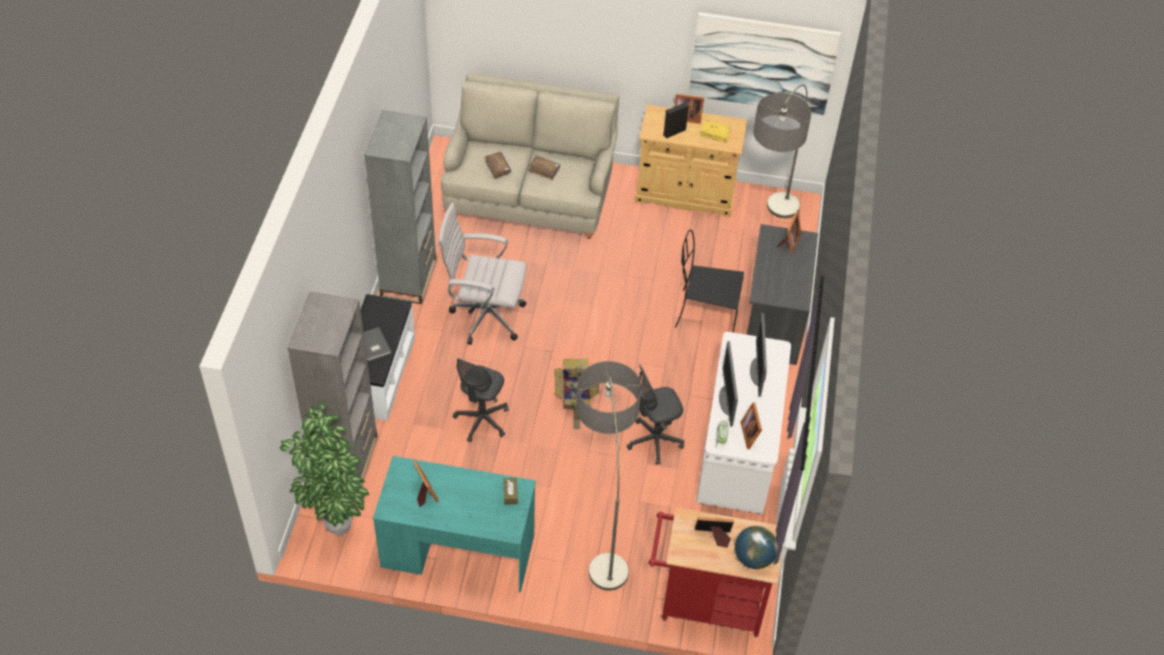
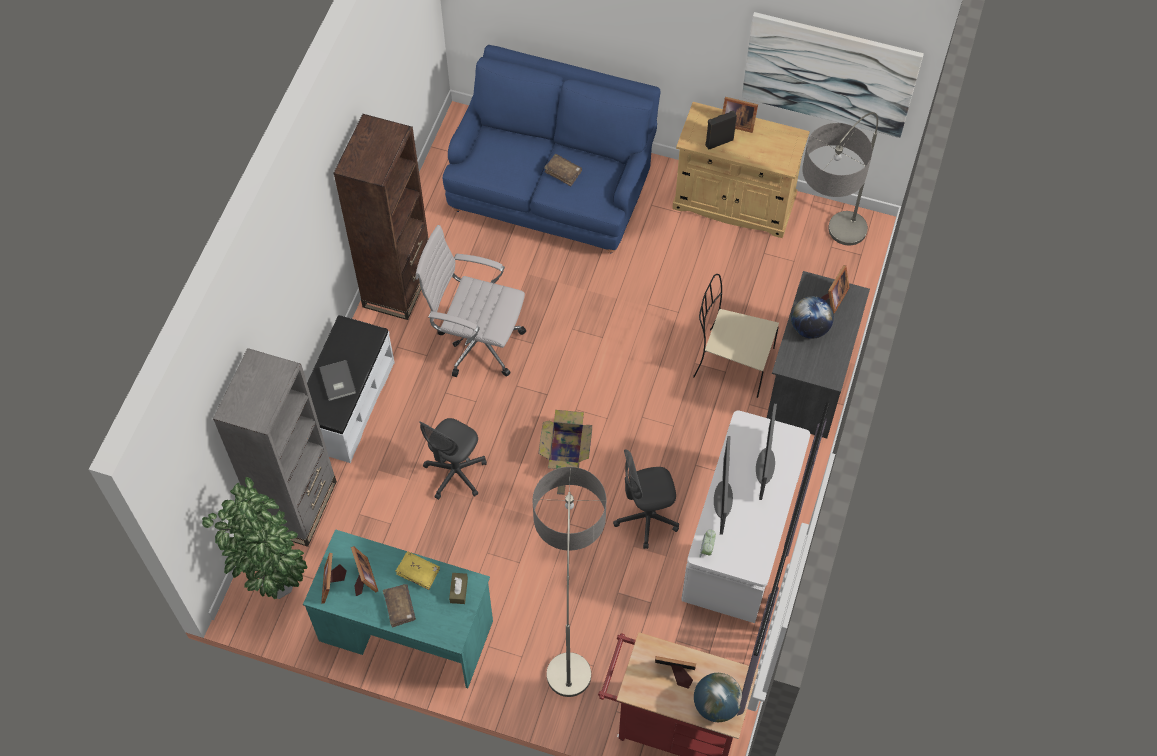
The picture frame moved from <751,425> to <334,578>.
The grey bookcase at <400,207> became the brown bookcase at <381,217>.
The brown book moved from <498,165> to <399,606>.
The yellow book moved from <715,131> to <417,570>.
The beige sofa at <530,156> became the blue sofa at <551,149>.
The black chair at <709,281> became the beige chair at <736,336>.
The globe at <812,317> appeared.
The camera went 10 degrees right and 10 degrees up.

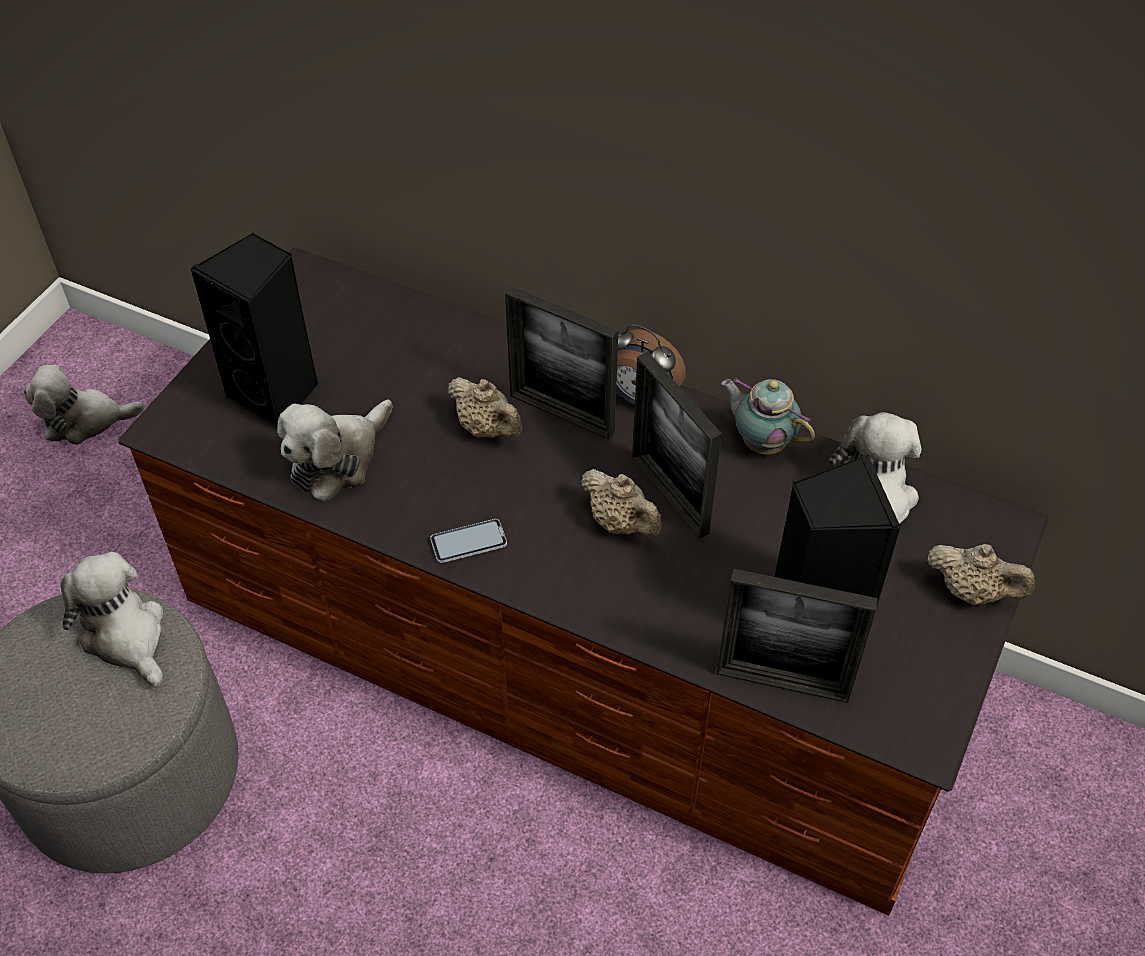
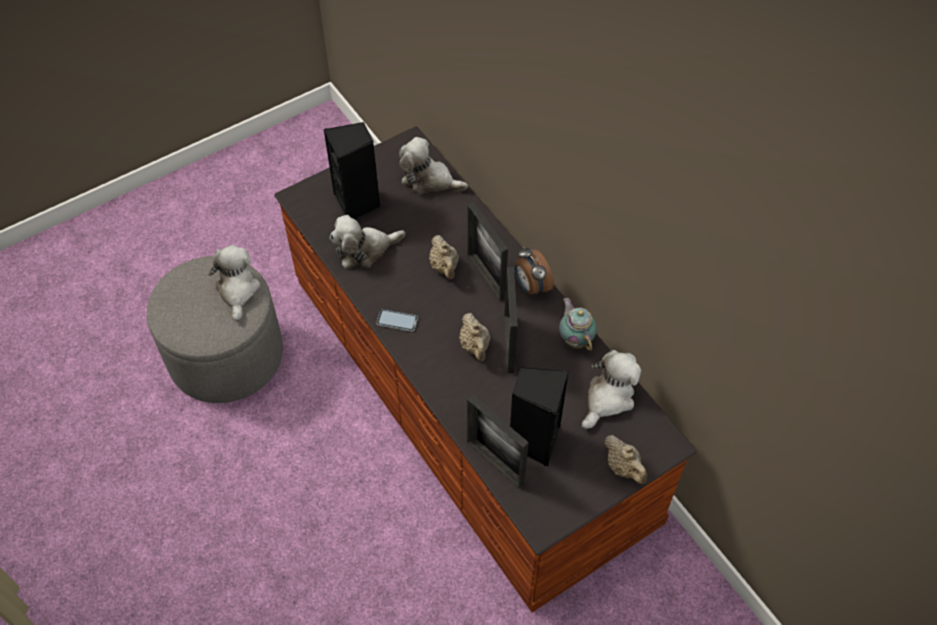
The plush toy moved from <84,405> to <433,165>.
The camera went 30 degrees right and 5 degrees up.

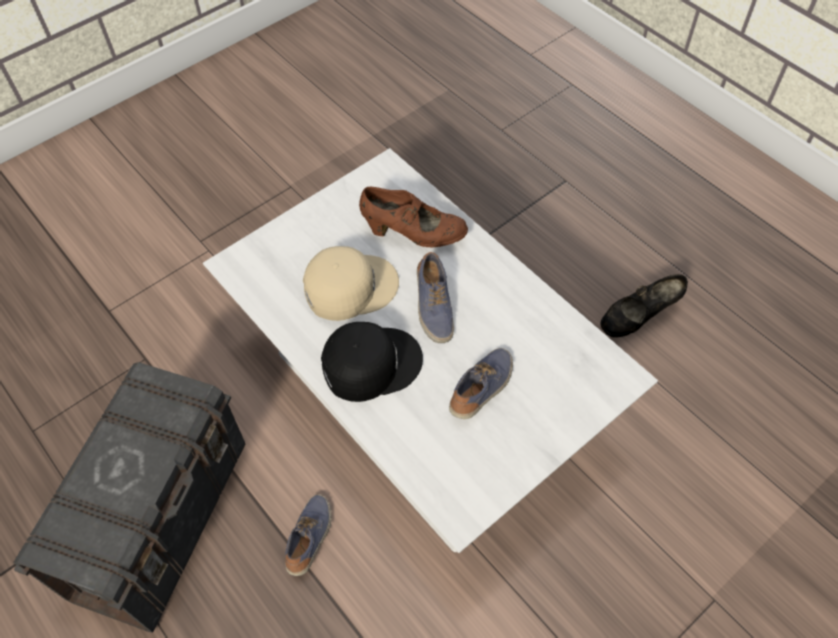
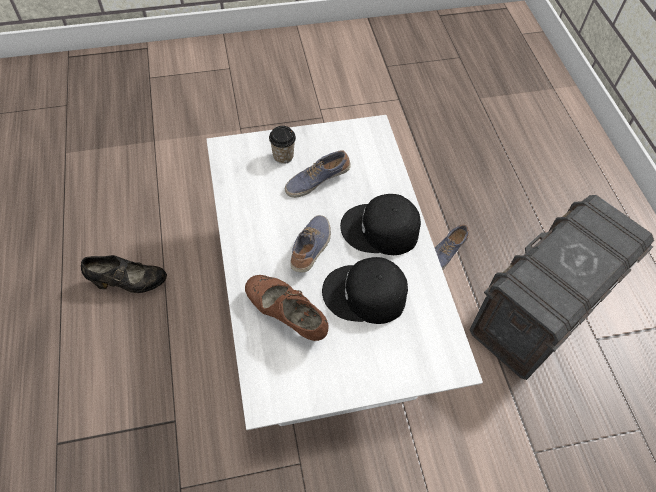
The cup at <282,145> appeared.
The beige cap at <351,283> became the black cap at <365,290>.
The camera went 155 degrees left and 0 degrees up.

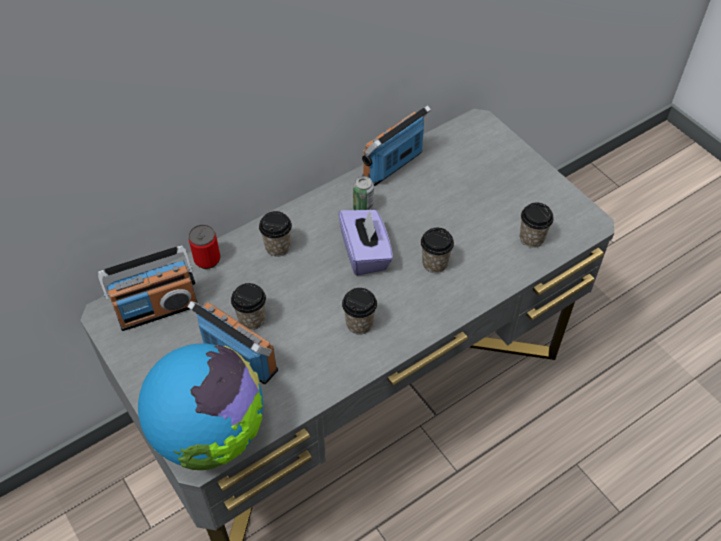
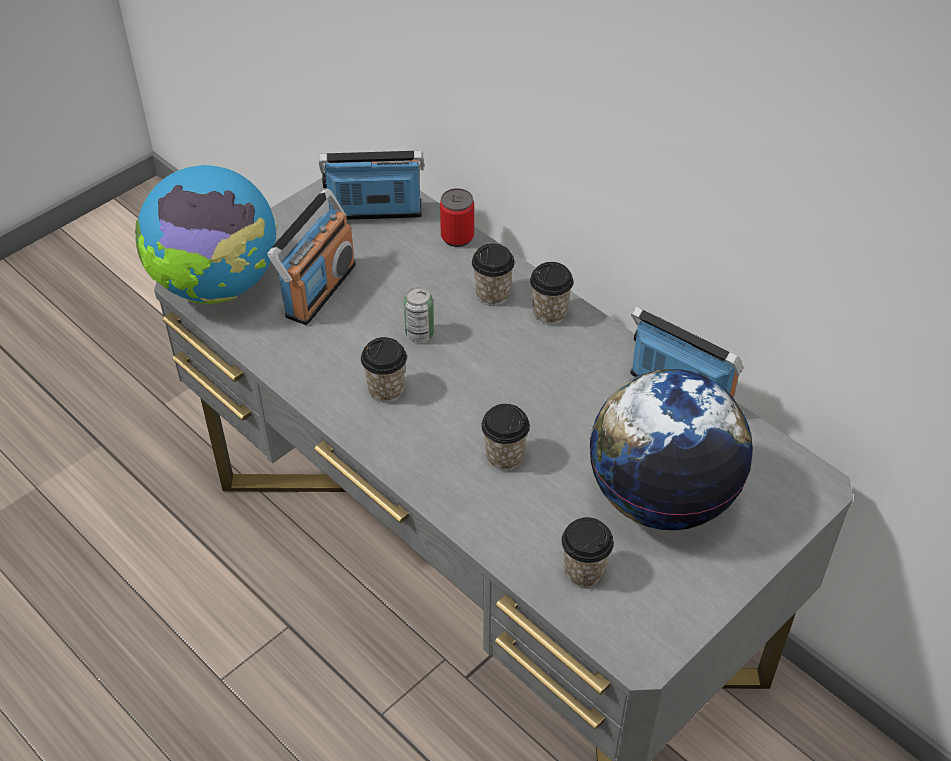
The radio at <148,288> turned 120 degrees clockwise.
The can moved from <363,193> to <419,314>.
The cup moved from <248,306> to <552,293>.
The globe at <671,449> appeared.
The purple tissue box at <365,243> disappeared.
The camera went 80 degrees right and 5 degrees down.

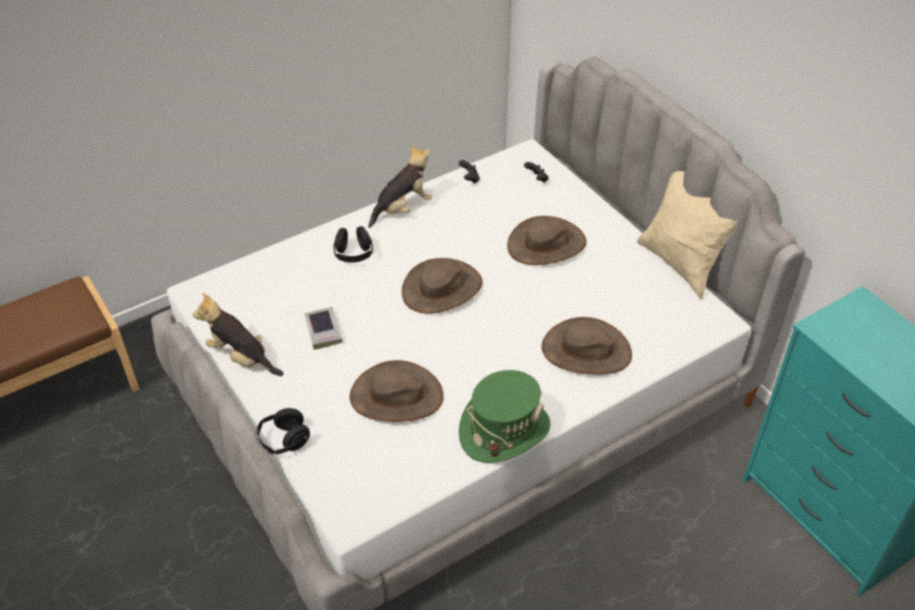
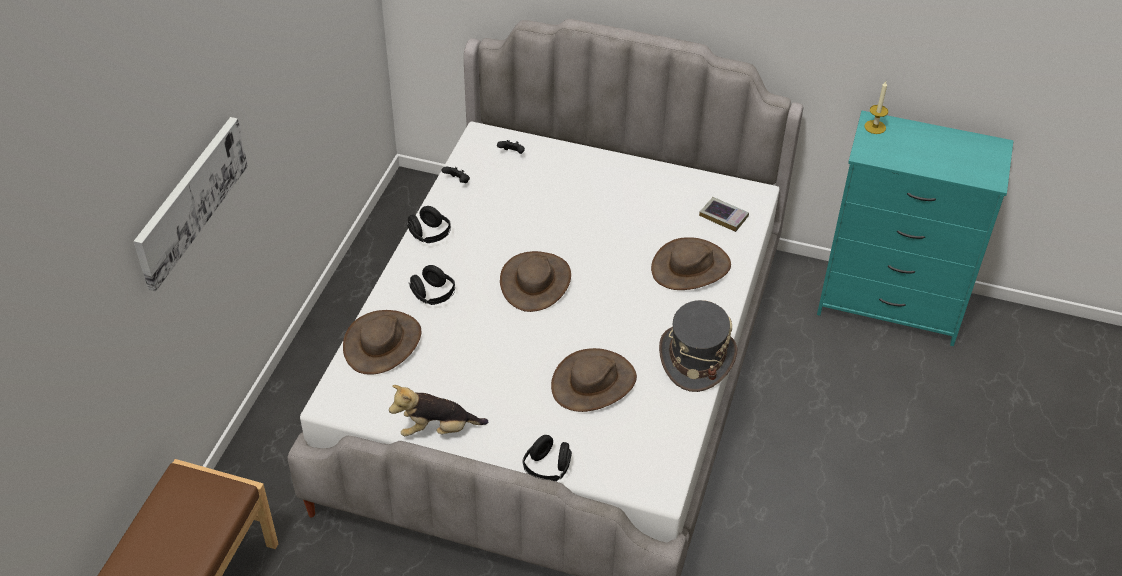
The picture at <191,204> appeared.
The brown hat moved from <547,240> to <382,342>.
The plush toy at <400,186> was replaced by the black headphones at <428,224>.
The green hat at <504,416> became the grey hat at <698,346>.
The book moved from <323,328> to <724,214>.
The candle at <876,107> appeared.
The beige pillow at <688,235> disappeared.
The camera went 40 degrees left and 0 degrees up.

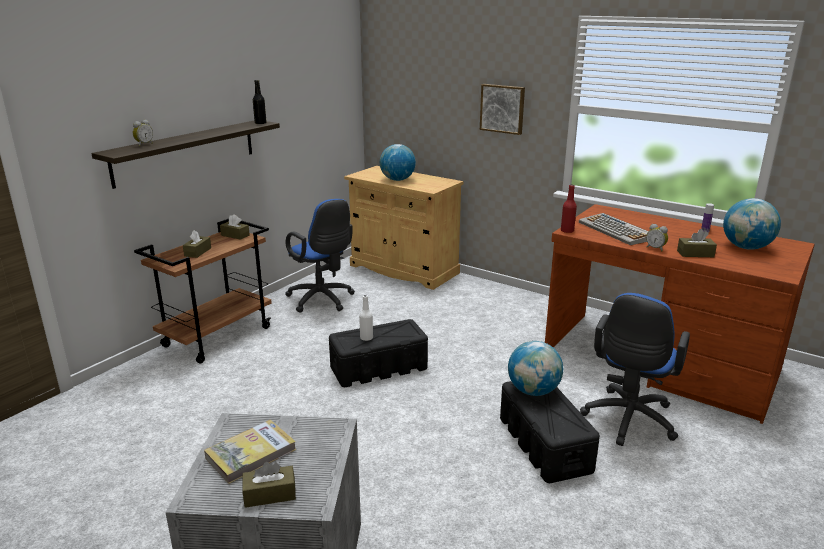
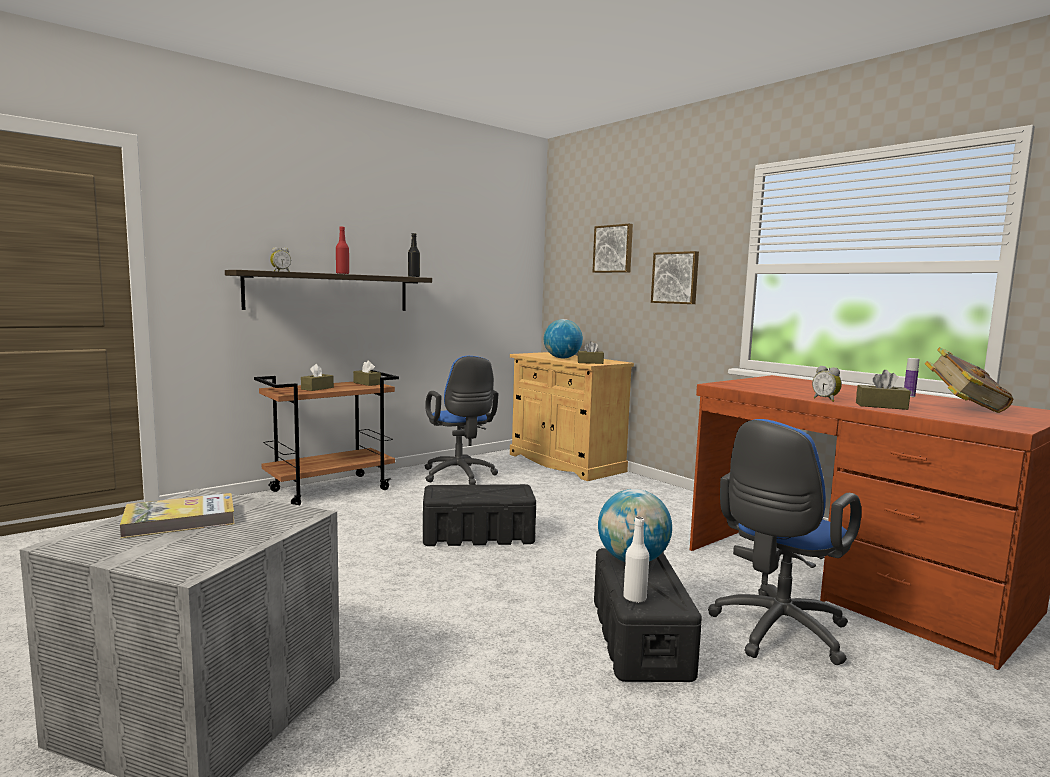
The red bottle moved from <569,209> to <342,250>.
The brown tissue box moved from <269,485> to <591,352>.
The picture at <613,248> appeared.
The white bottle moved from <366,318> to <636,560>.
The globe at <752,224> was replaced by the book at <969,380>.
The keyboard at <614,229> disappeared.
The camera went 15 degrees right and 15 degrees down.

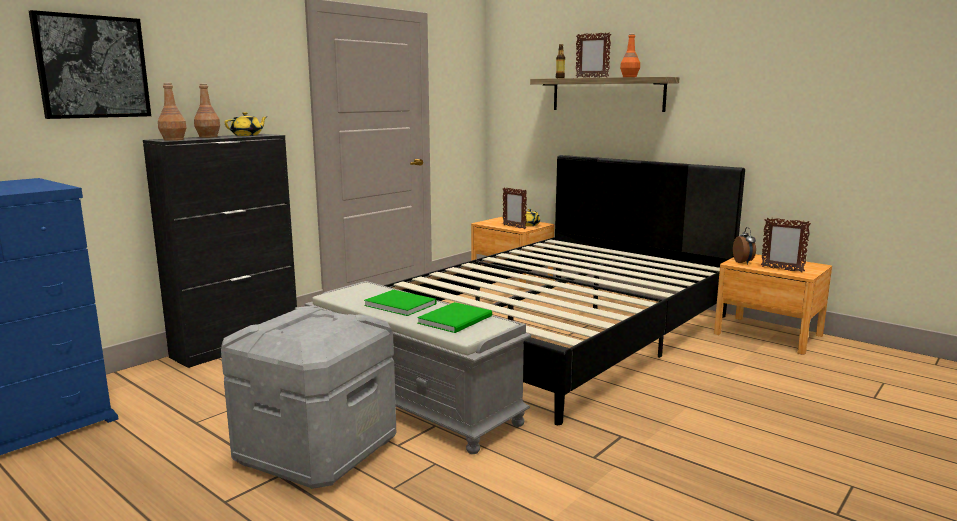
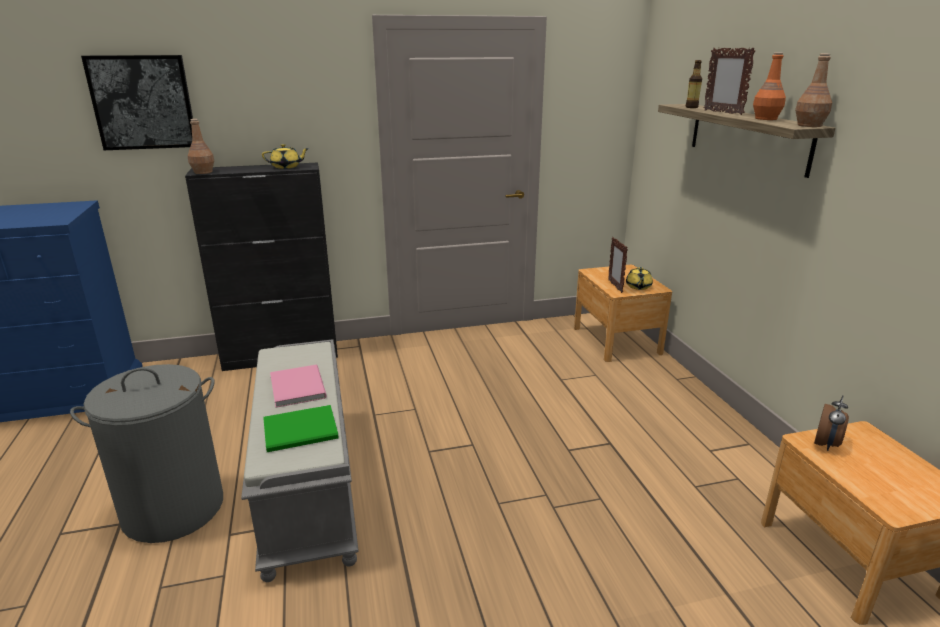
The grey storage box at <308,397> was replaced by the grey laundry basket at <146,453>.
The green book at <400,303> became the pink book at <298,386>.
The brown bottle moved from <207,110> to <813,90>.
The black bed at <564,290> disappeared.
The picture frame at <786,245> disappeared.
The camera went 35 degrees right and 10 degrees up.

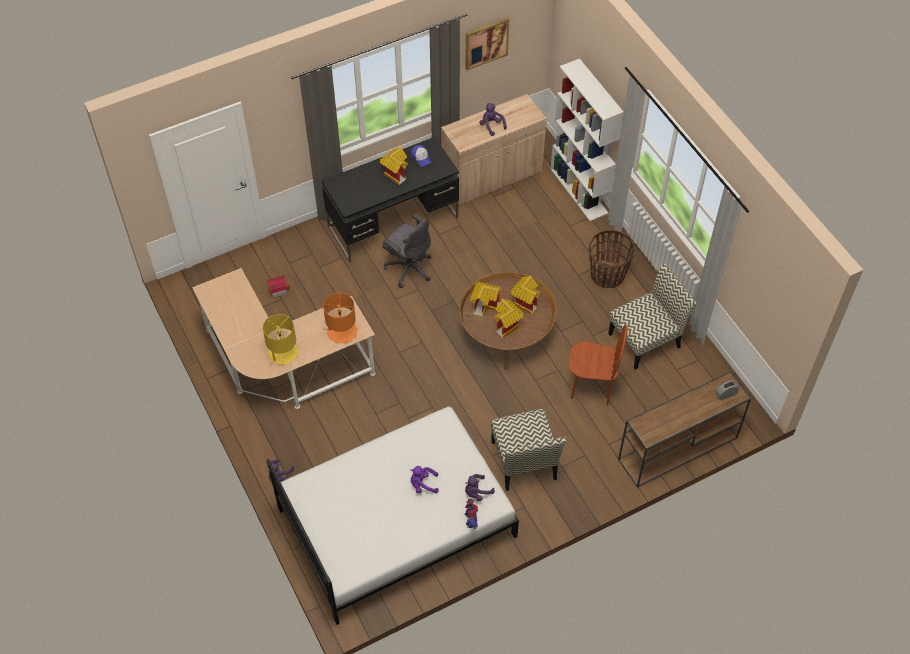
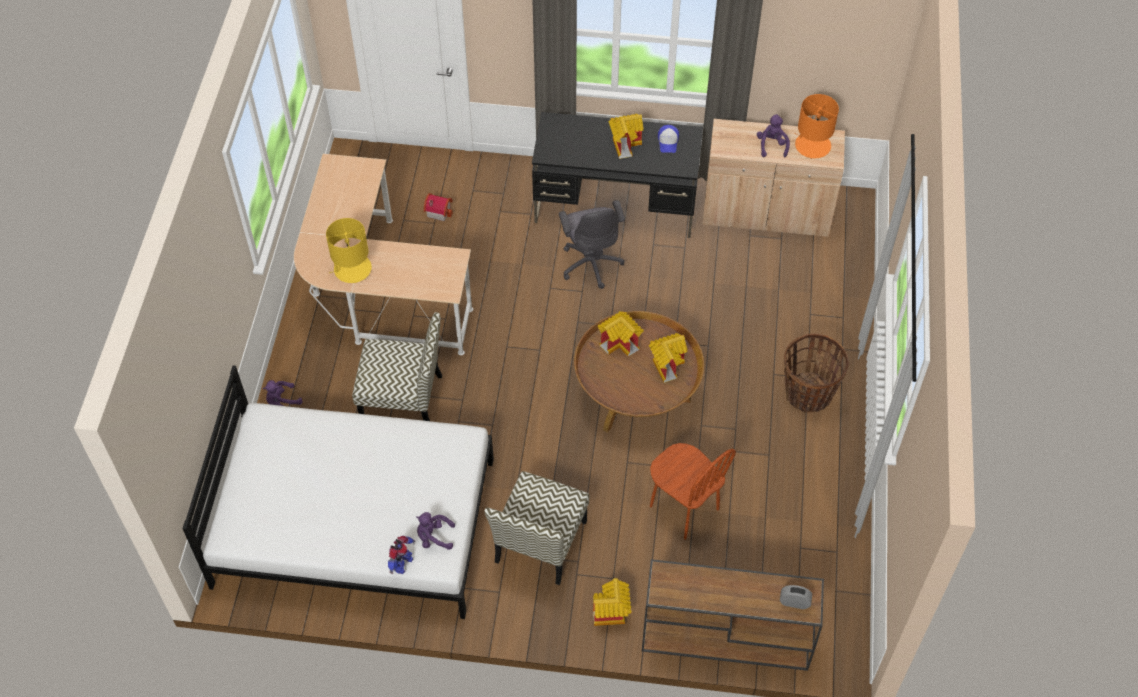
The chair moved from <652,316> to <397,366>.
The toy house moved from <509,318> to <612,602>.
The orange table lamp moved from <340,318> to <816,126>.
The purple plush toy at <424,479> disappeared.
The picture at <487,44> disappeared.
The white bookcase at <587,140> disappeared.
The camera went 35 degrees right and 0 degrees up.

